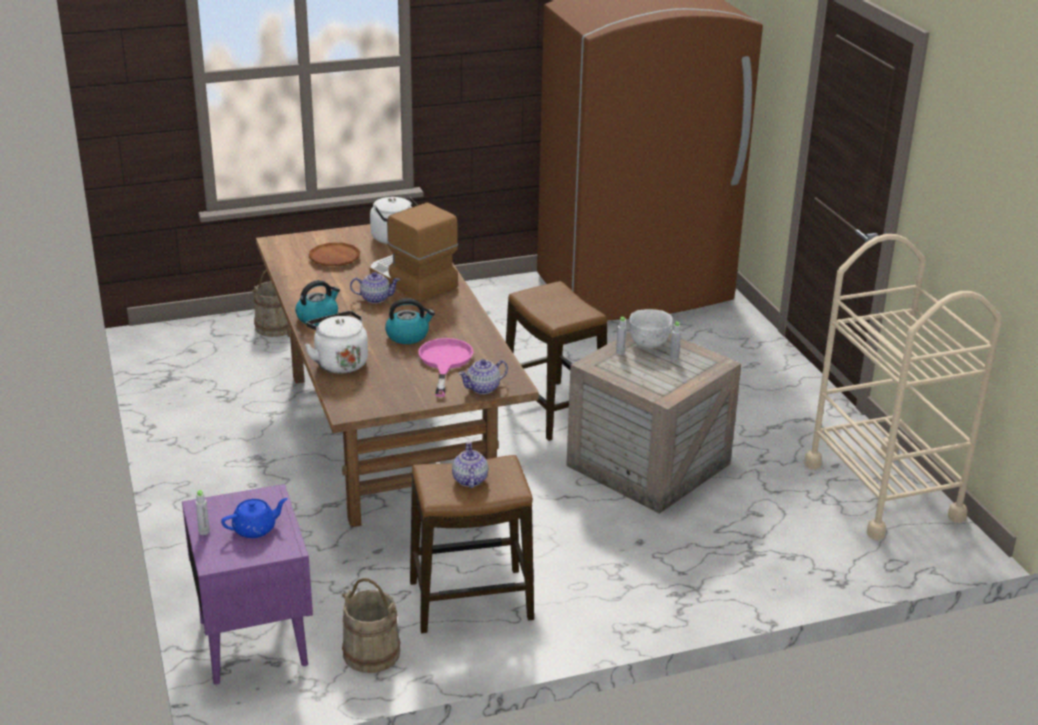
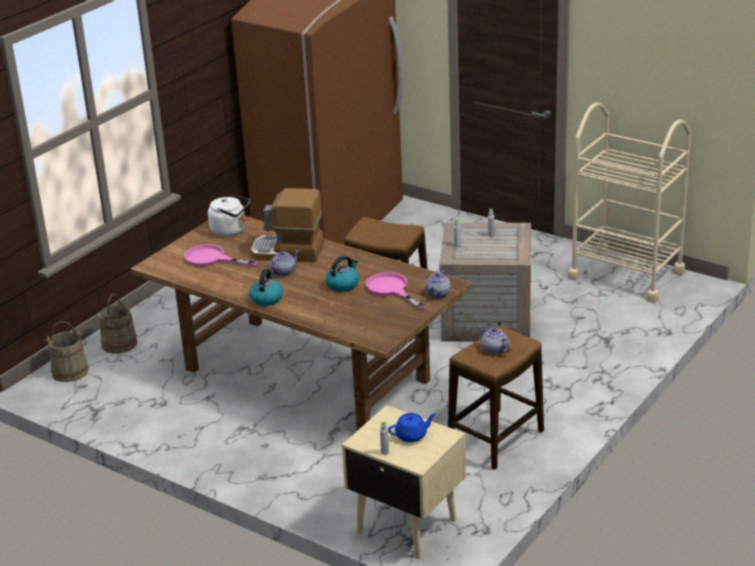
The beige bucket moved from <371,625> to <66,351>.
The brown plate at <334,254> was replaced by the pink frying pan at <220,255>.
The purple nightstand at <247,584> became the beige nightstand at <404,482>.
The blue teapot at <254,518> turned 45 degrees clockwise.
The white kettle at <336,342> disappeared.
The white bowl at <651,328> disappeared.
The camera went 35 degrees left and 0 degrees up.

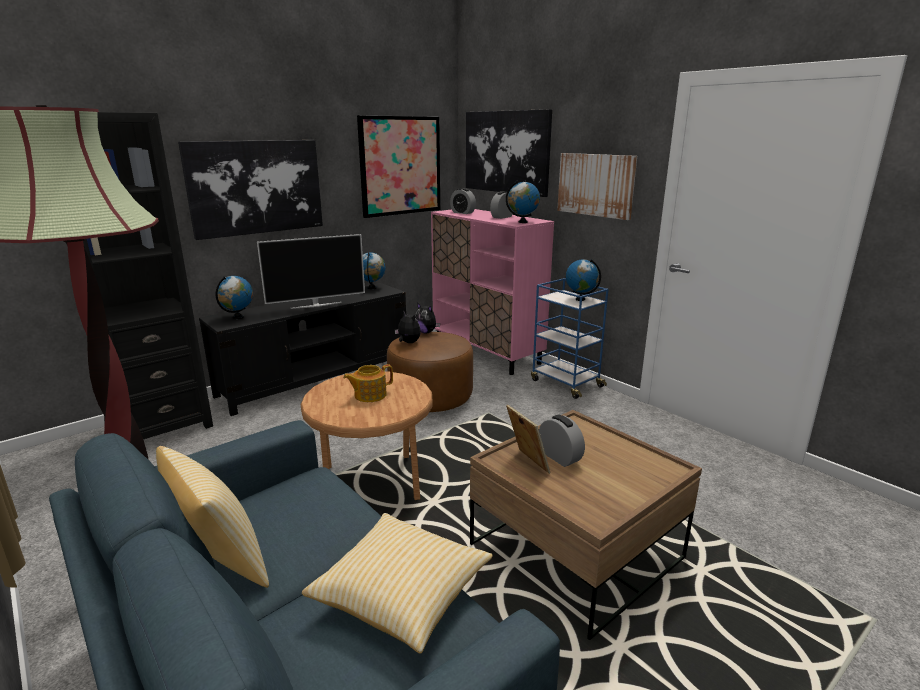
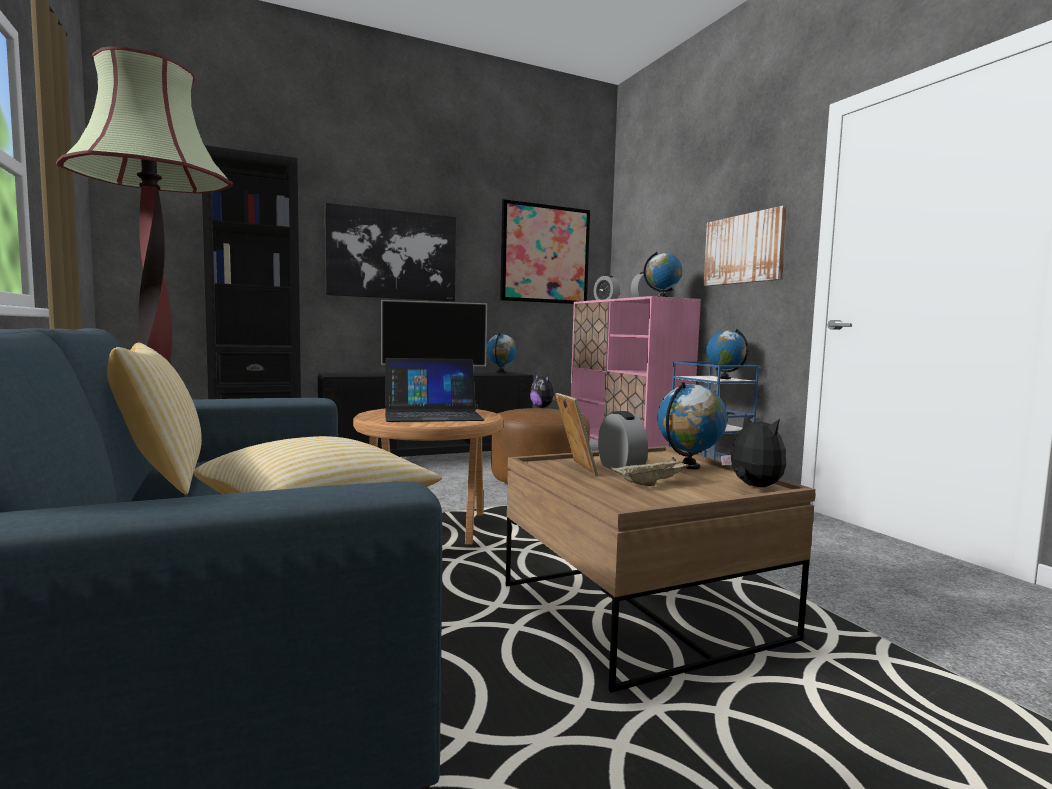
The teapot at <368,383> was replaced by the laptop at <435,390>.
The beige tray at <654,471> appeared.
The globe moved from <234,297> to <692,425>.
The plush toy moved from <408,327> to <753,450>.
The picture at <509,153> disappeared.
The camera went 15 degrees right and 15 degrees down.

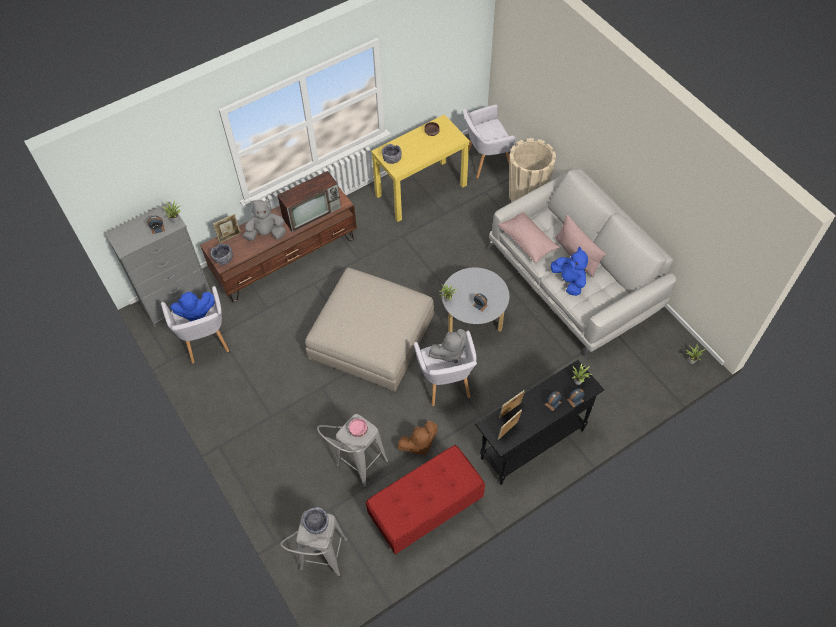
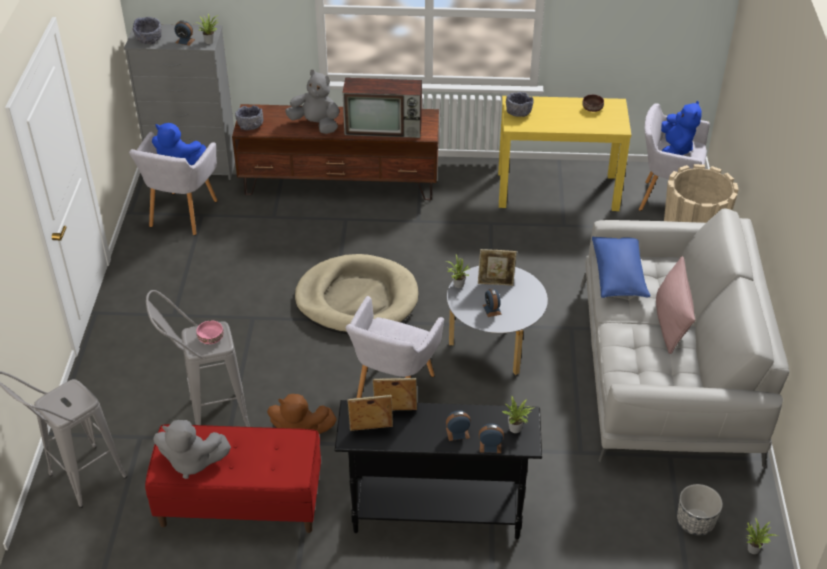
The grey bowl moved from <316,520> to <147,30>.
The grey plush toy moved from <447,346> to <192,449>.
The beige ottoman at <369,329> was replaced by the beige dog bed at <357,294>.
The picture frame moved from <227,228> to <497,267>.
The pink pillow at <529,237> became the blue pillow at <621,267>.
The blue plush toy moved from <569,271> to <681,127>.
The planter at <700,510> appeared.
The camera went 35 degrees right and 15 degrees down.

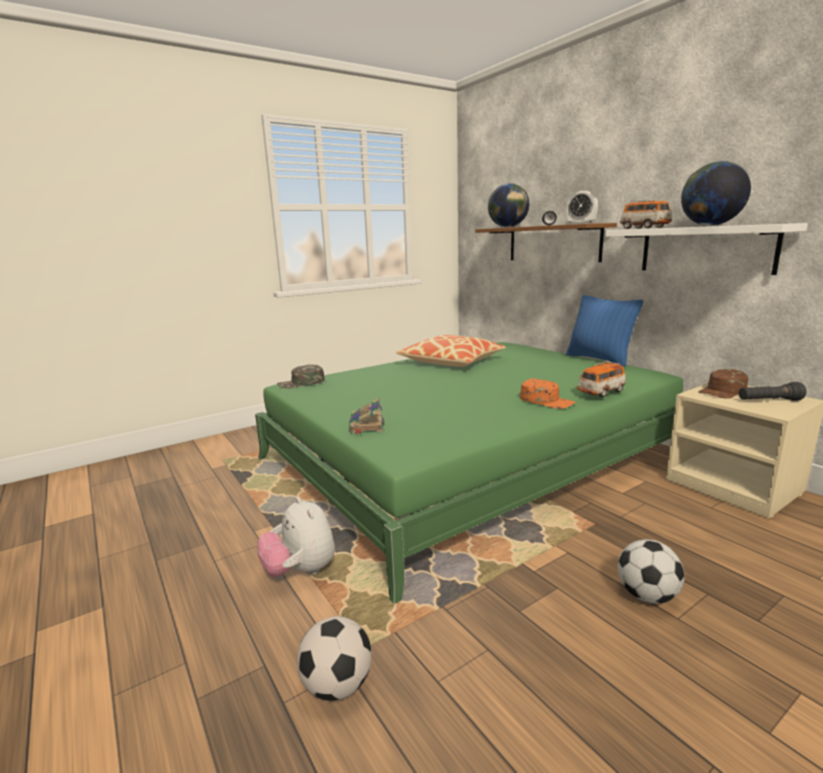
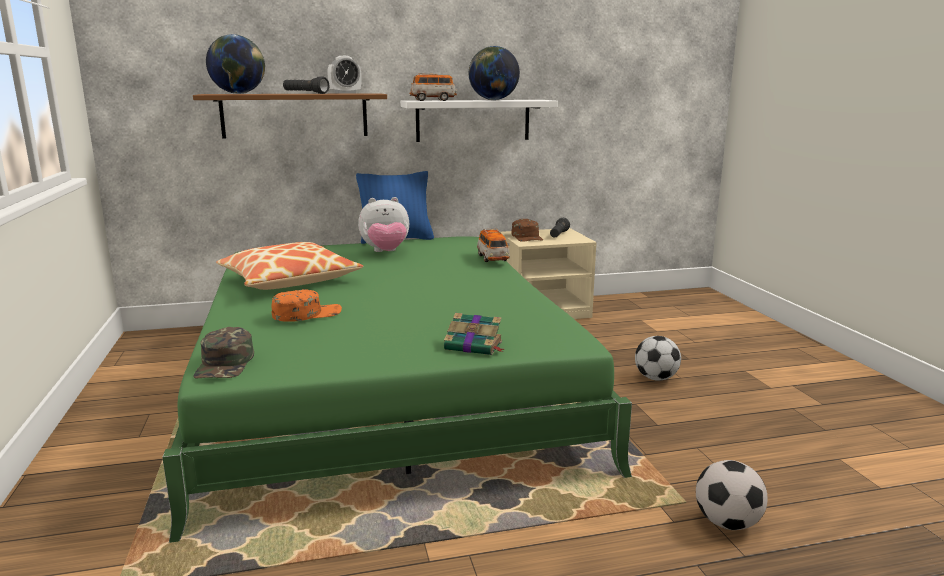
The orange cap moved from <548,393> to <306,305>.
The plush toy moved from <296,537> to <383,224>.
The camera went 70 degrees left and 0 degrees up.

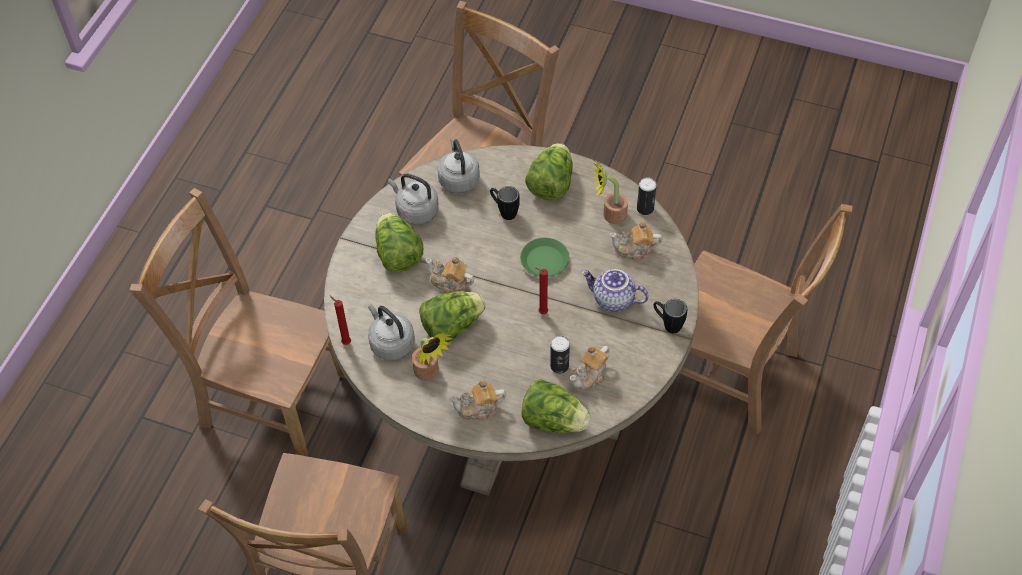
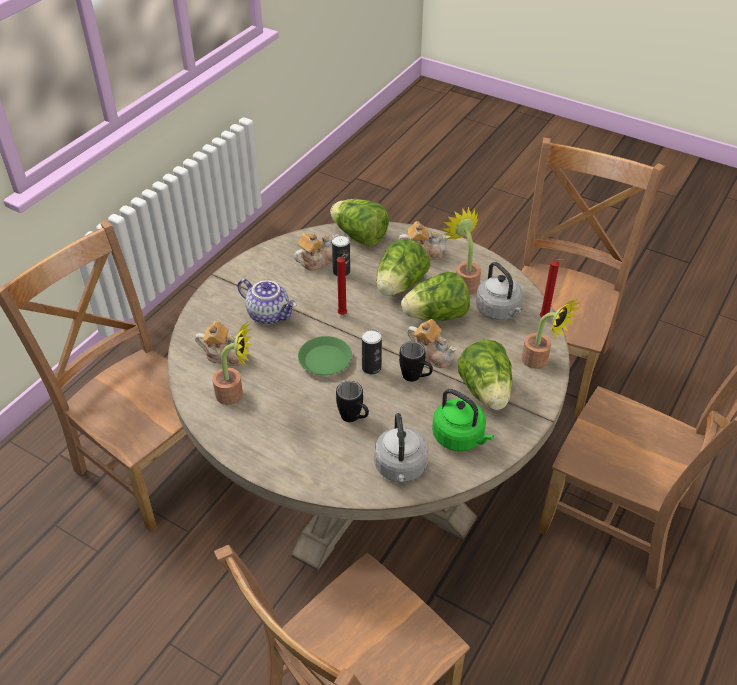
The can moved from <647,196> to <372,351>.
The lettuce moved from <549,171> to <403,267>.
The black mug moved from <670,316> to <416,361>.
The grey kettle at <413,199> became the green kettle at <463,420>.
The potted plant at <550,334> appeared.
The camera went 170 degrees left and 10 degrees down.

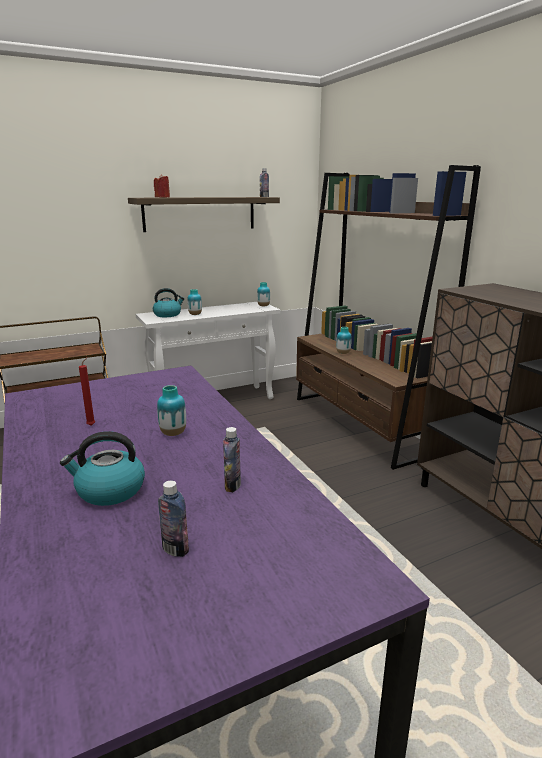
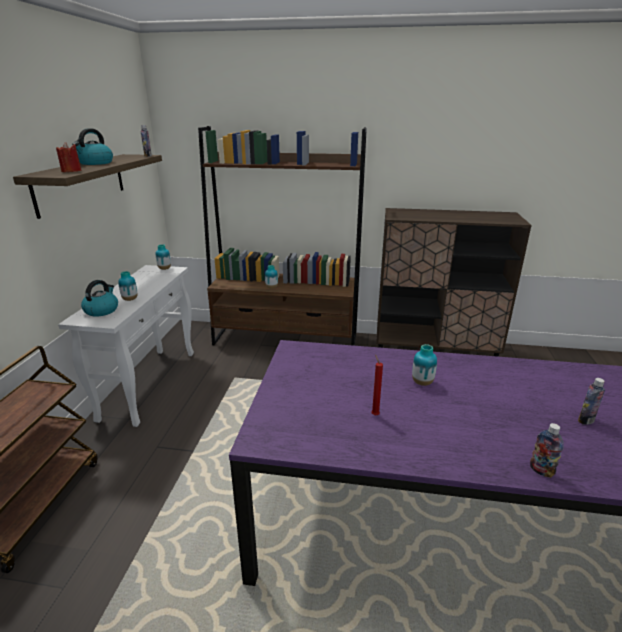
The kettle moved from <102,468> to <92,146>.
The bottle moved from <232,459> to <547,450>.
The camera went 55 degrees left and 5 degrees up.

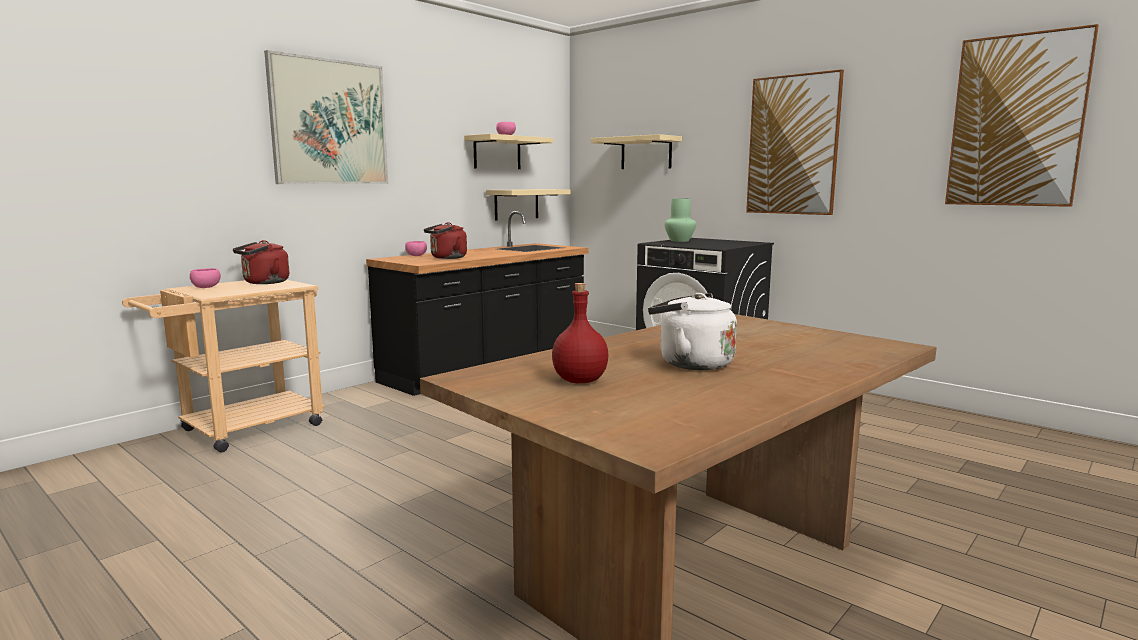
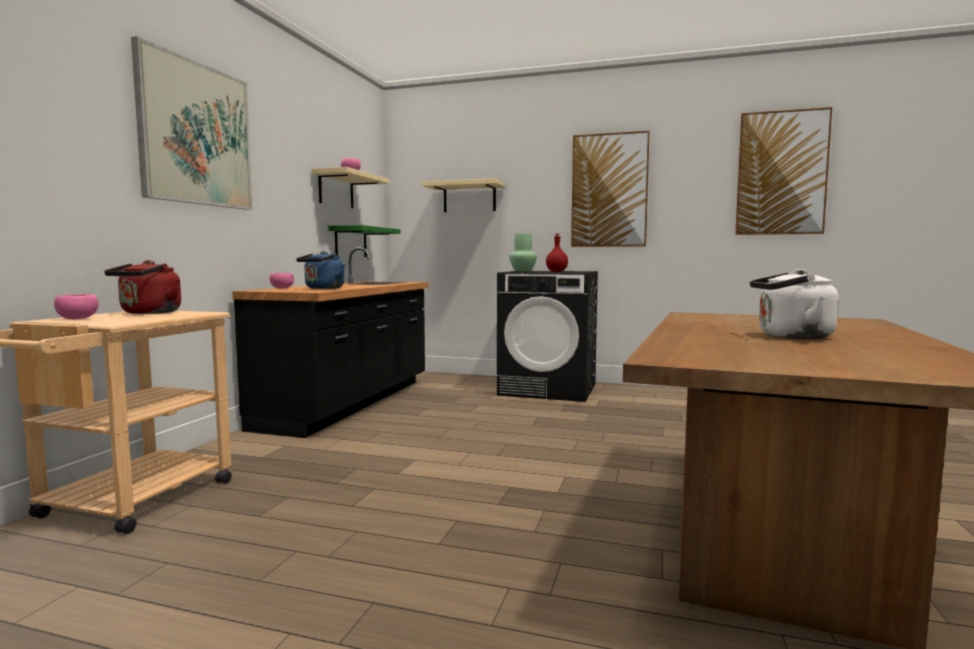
The red kettle at <445,240> became the blue kettle at <320,270>.
The beige shelf at <528,204> became the green shelf at <364,241>.
The red bottle moved from <580,333> to <557,252>.
The camera went 25 degrees left and 5 degrees down.

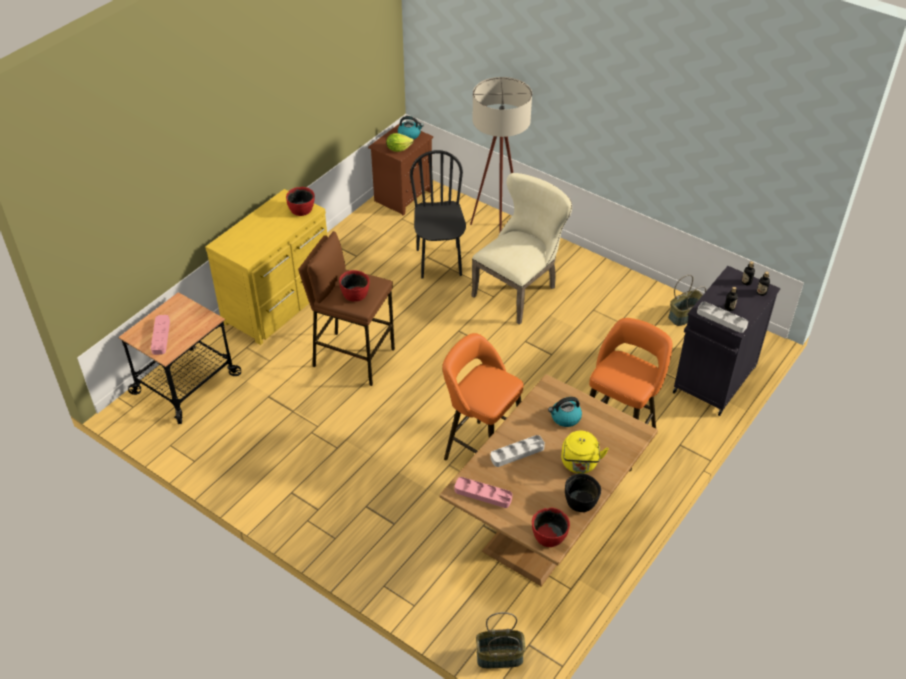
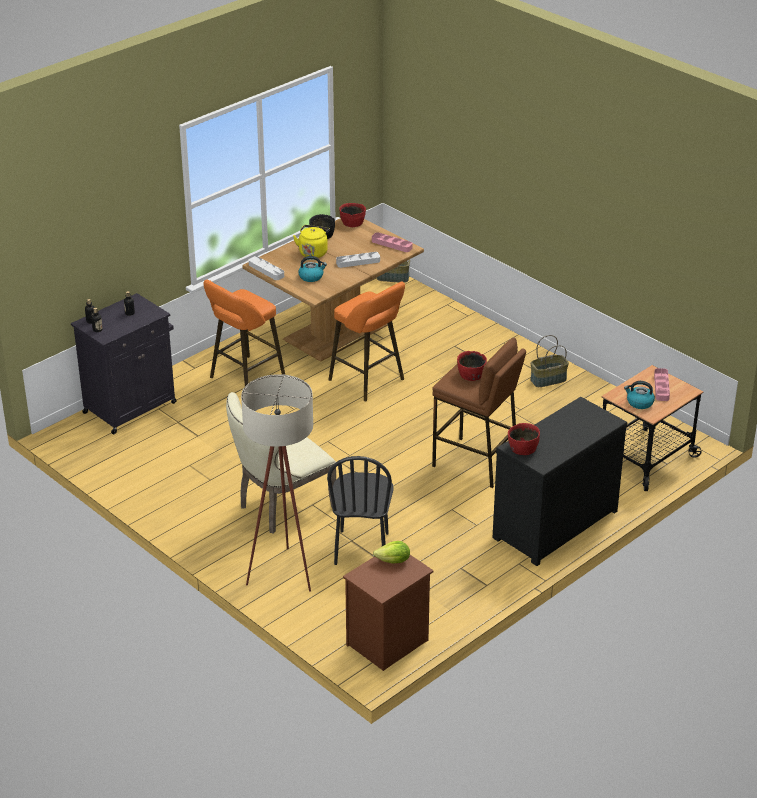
The grey tray moved from <722,317> to <266,268>.
The yellow dresser at <266,267> became the black dresser at <560,481>.
The basket moved from <687,300> to <549,361>.
The kettle moved from <411,127> to <639,395>.
The camera went 170 degrees left and 10 degrees down.

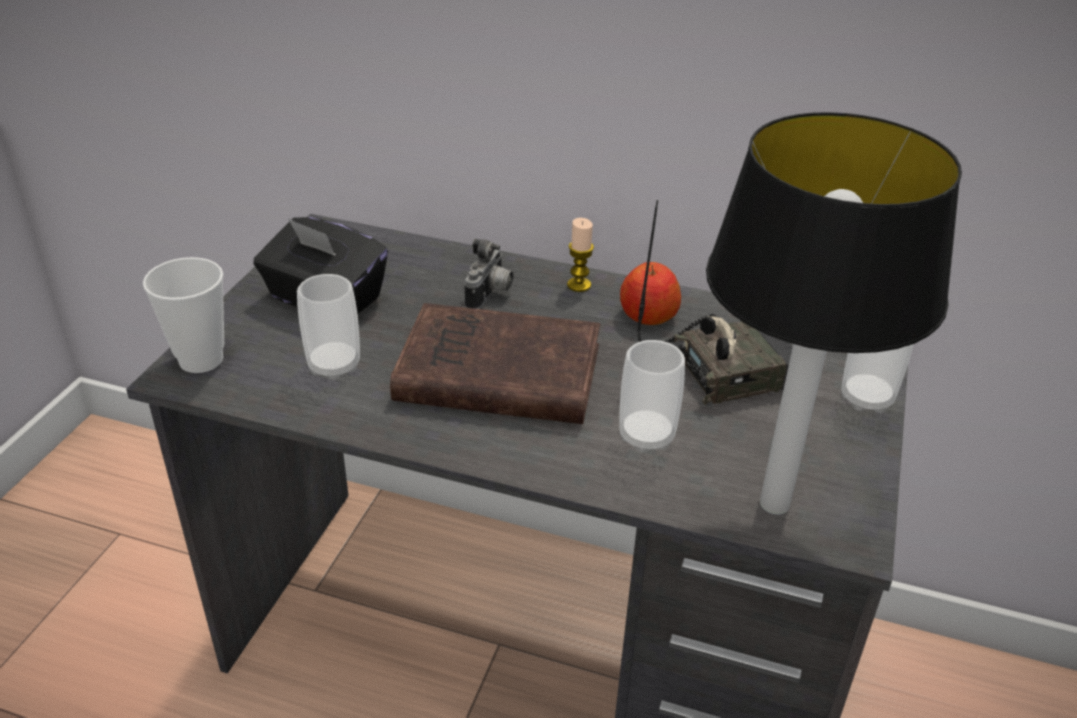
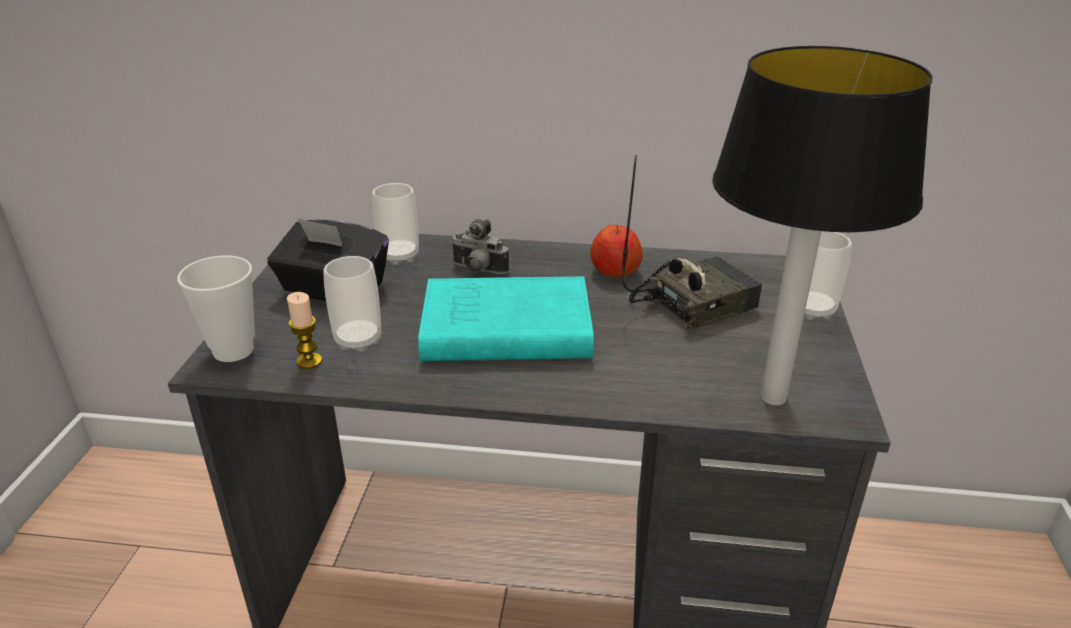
The candle moved from <580,255> to <304,330>.
The cup moved from <652,396> to <395,224>.
The brown book at <495,363> became the turquoise book at <506,319>.
The photo camera at <489,274> turned 105 degrees clockwise.
The camera went 10 degrees left and 5 degrees down.

